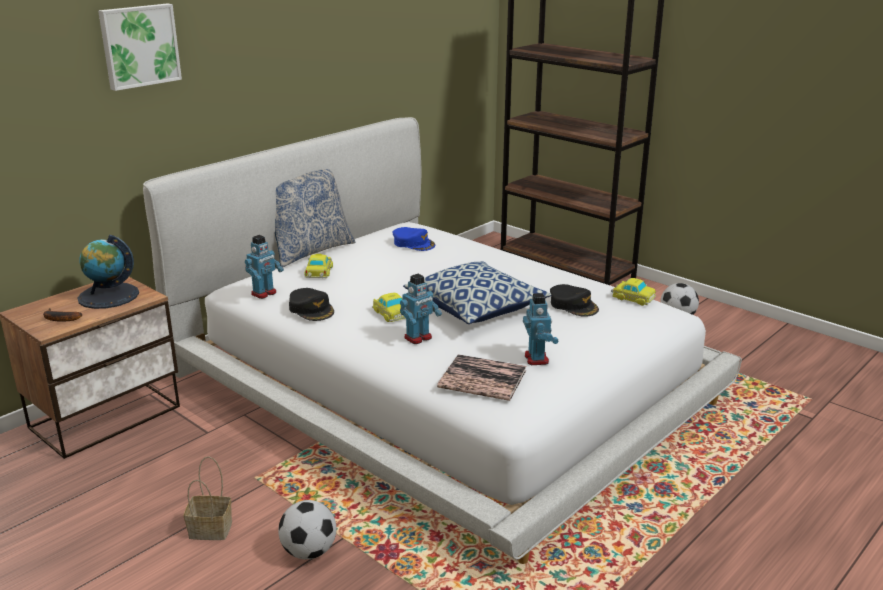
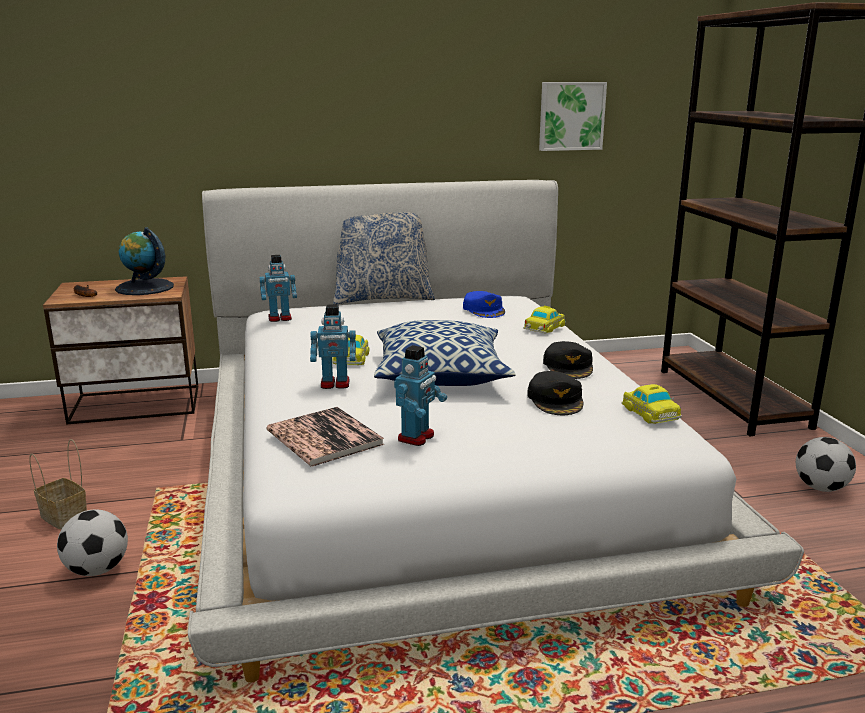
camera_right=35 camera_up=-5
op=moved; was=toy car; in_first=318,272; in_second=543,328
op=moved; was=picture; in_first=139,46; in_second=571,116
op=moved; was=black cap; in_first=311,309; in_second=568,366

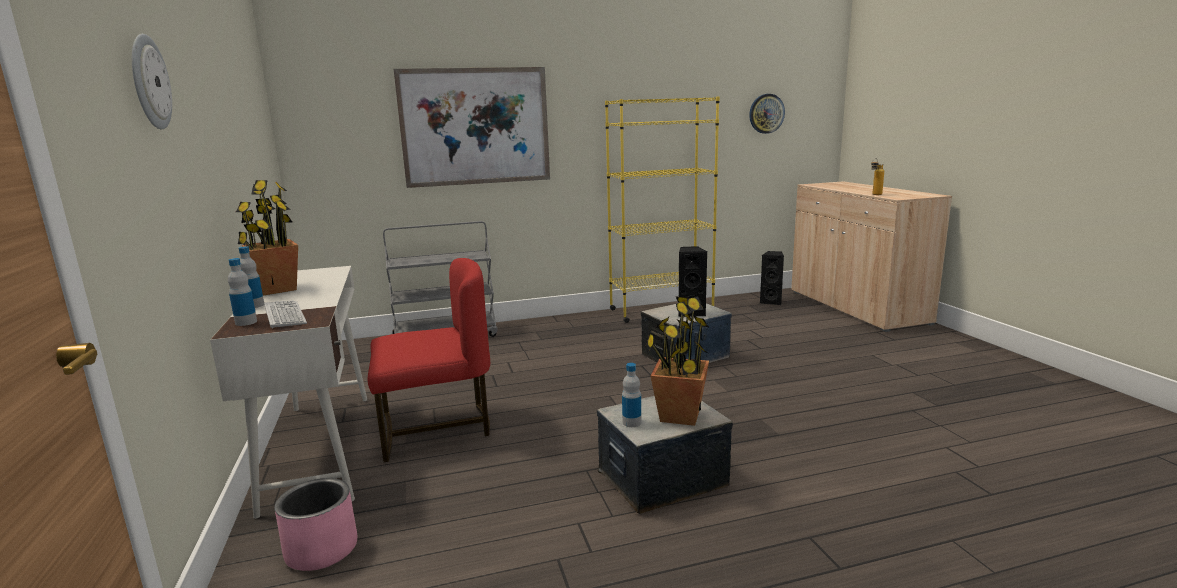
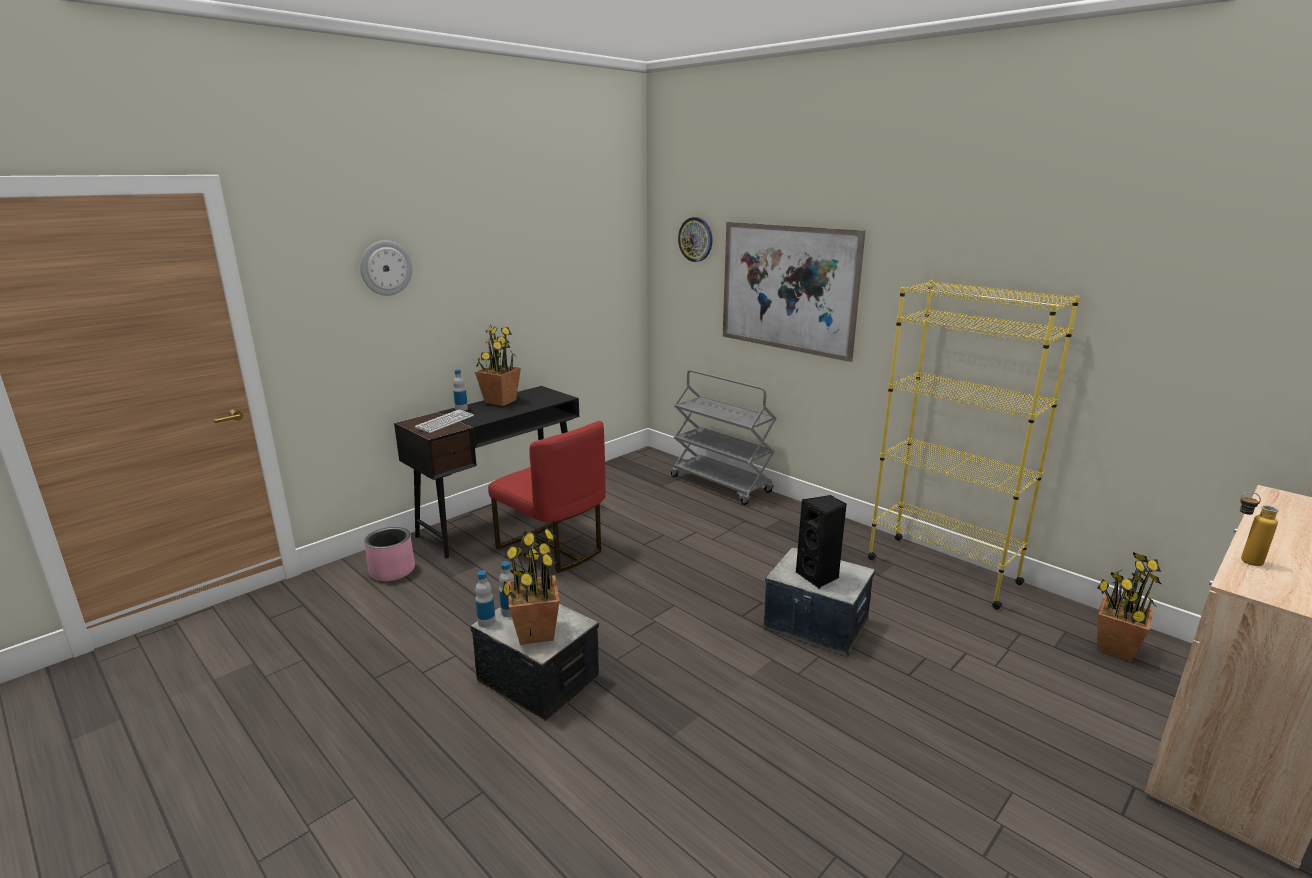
camera_right=60 camera_up=5
op=recoloured; was=white desk; now=black desk; in_first=320,448; in_second=501,519
op=moved; was=bottle; in_first=246,322; in_second=486,622
op=moved; was=wall clock; in_first=766,113; in_second=696,239
op=replaced; was=black speaker; now=potted plant; in_first=771,302; in_second=1115,649

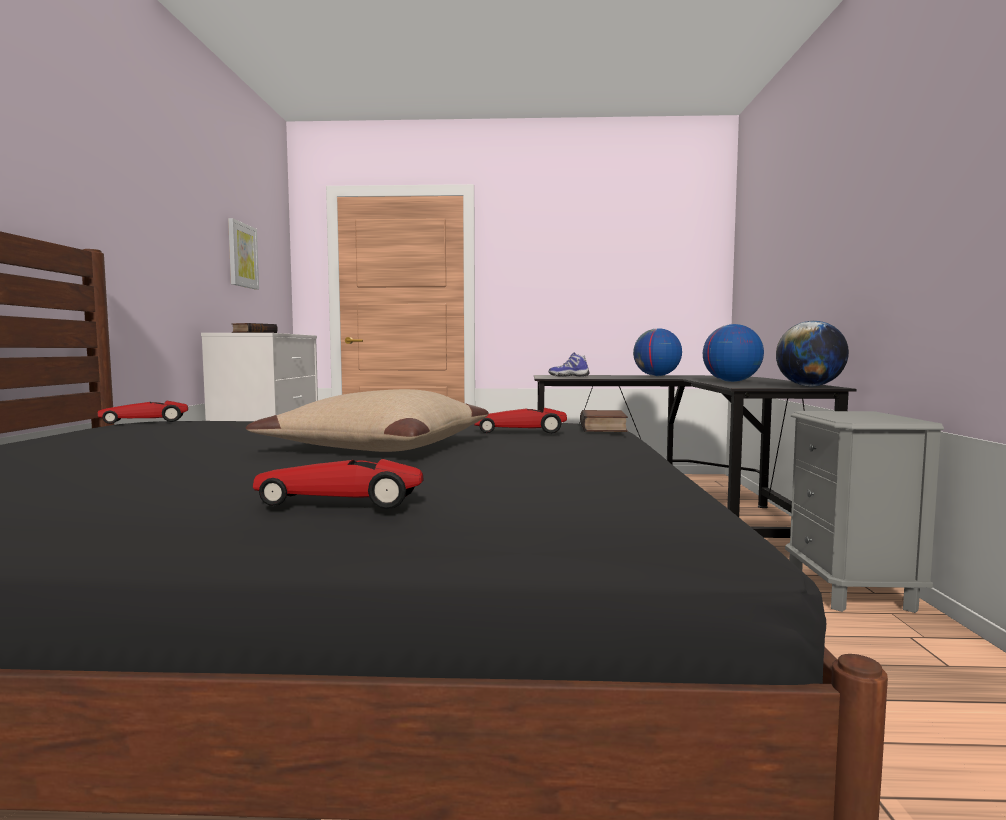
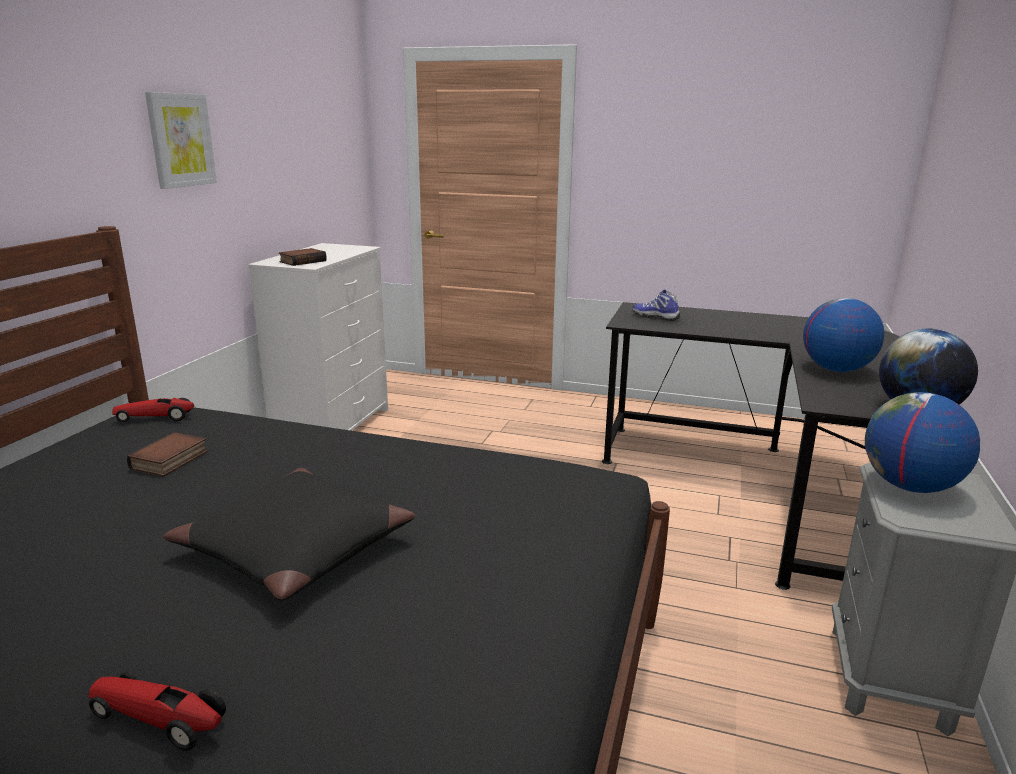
camera_right=15 camera_up=15
op=moved; was=book; in_first=605,428; in_second=170,461
op=moved; was=picture; in_first=242,255; in_second=180,140
op=recoloured; was=beige pillow; now=black pillow; in_first=377,446; in_second=294,549
op=moved; was=globe; in_first=656,376; in_second=909,486
op=removed; was=toy car; in_first=520,432

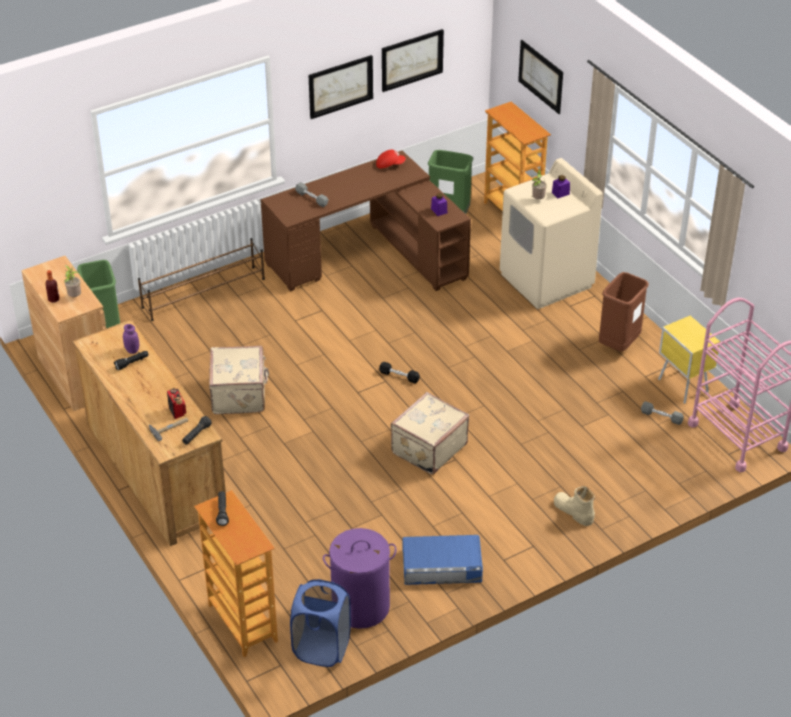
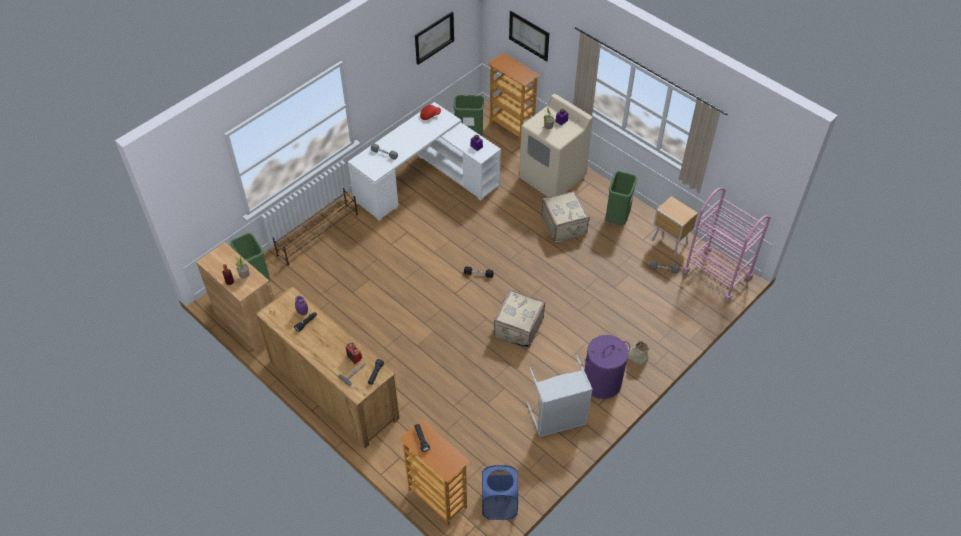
camera_right=-15 camera_up=10
op=recoloured; was=brown desk; now=white desk; in_first=370,256; in_second=425,181
op=replaced; was=blue storage box; now=grey laundry basket; in_first=441,566; in_second=558,419
op=moved; was=beige suitcase; in_first=240,394; in_second=564,225
op=moved; was=purple laundry basket; in_first=360,607; in_second=602,383
op=recoloured; was=brown trash can; now=green trash can; in_first=618,344; in_second=617,218
op=recoloured; was=yellow nightstand; now=brown nightstand; in_first=683,387; in_second=670,243
op=removed; was=picture; in_first=340,86

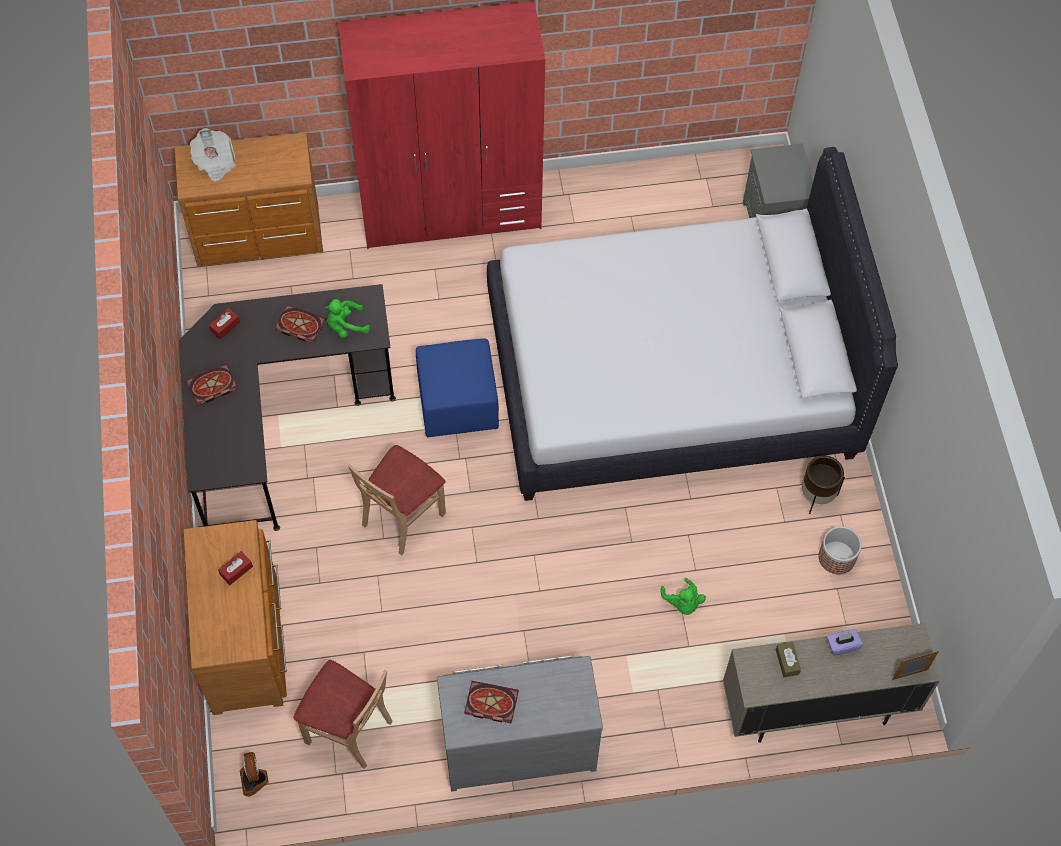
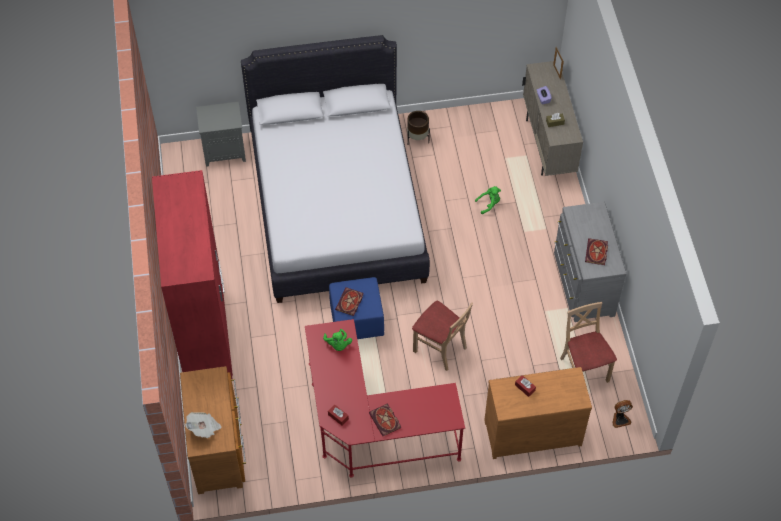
camera_right=-90 camera_up=-5
op=recoloured; was=black desk; now=red desk; in_first=276,420; in_second=370,426
op=moved; was=book; in_first=299,325; in_second=349,303
op=turned; was=beige chair; in_first=349,729; in_second=583,370; clockwise=-45
op=removed; was=planter; in_first=837,558

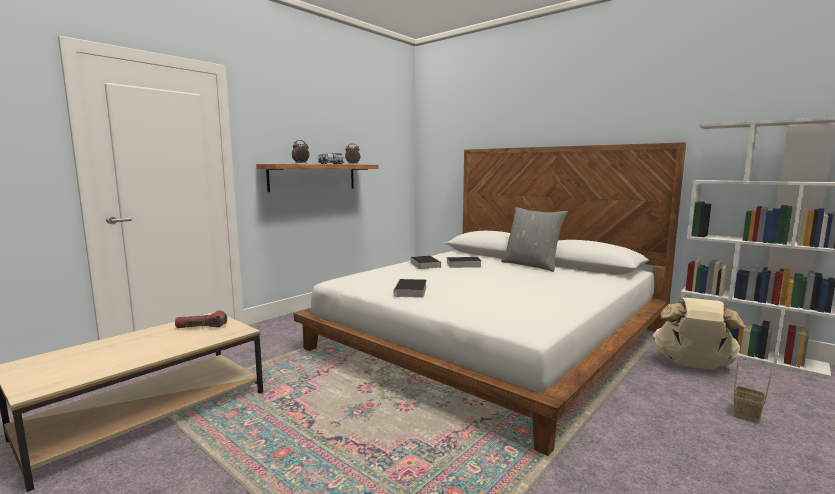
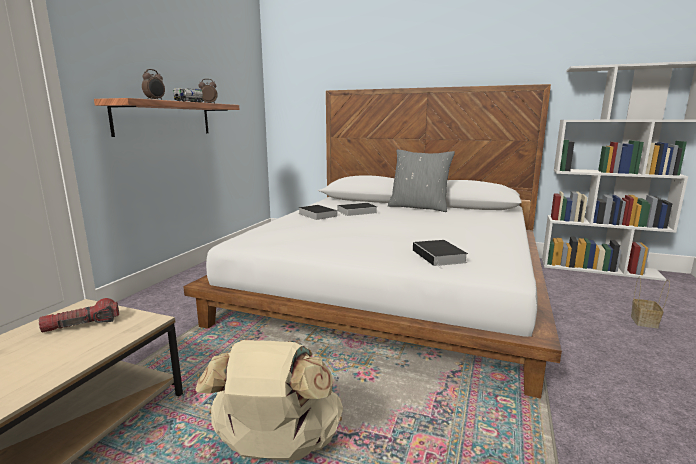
camera_right=-20 camera_up=5
op=moved; was=beige backpack; in_first=692,365; in_second=276,448
op=moved; was=book; in_first=411,291; in_second=440,257

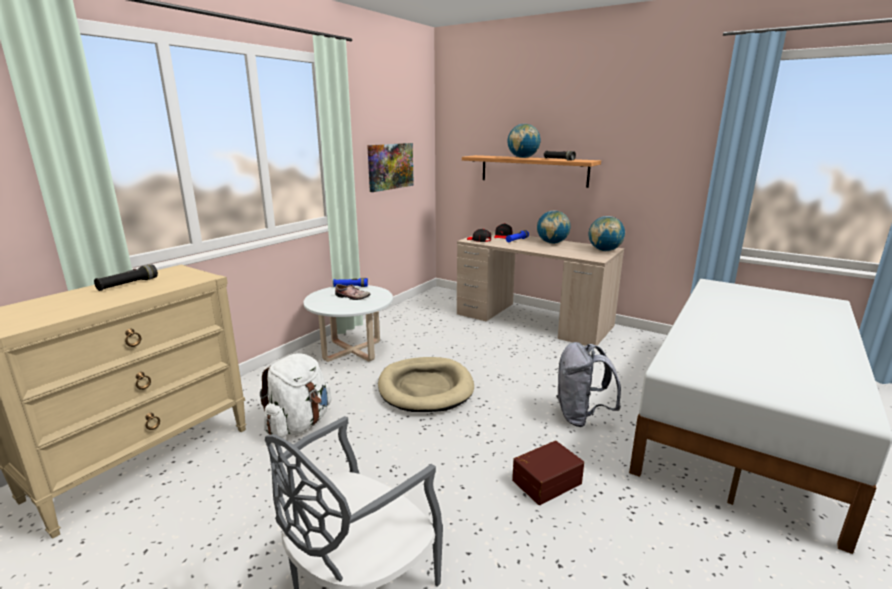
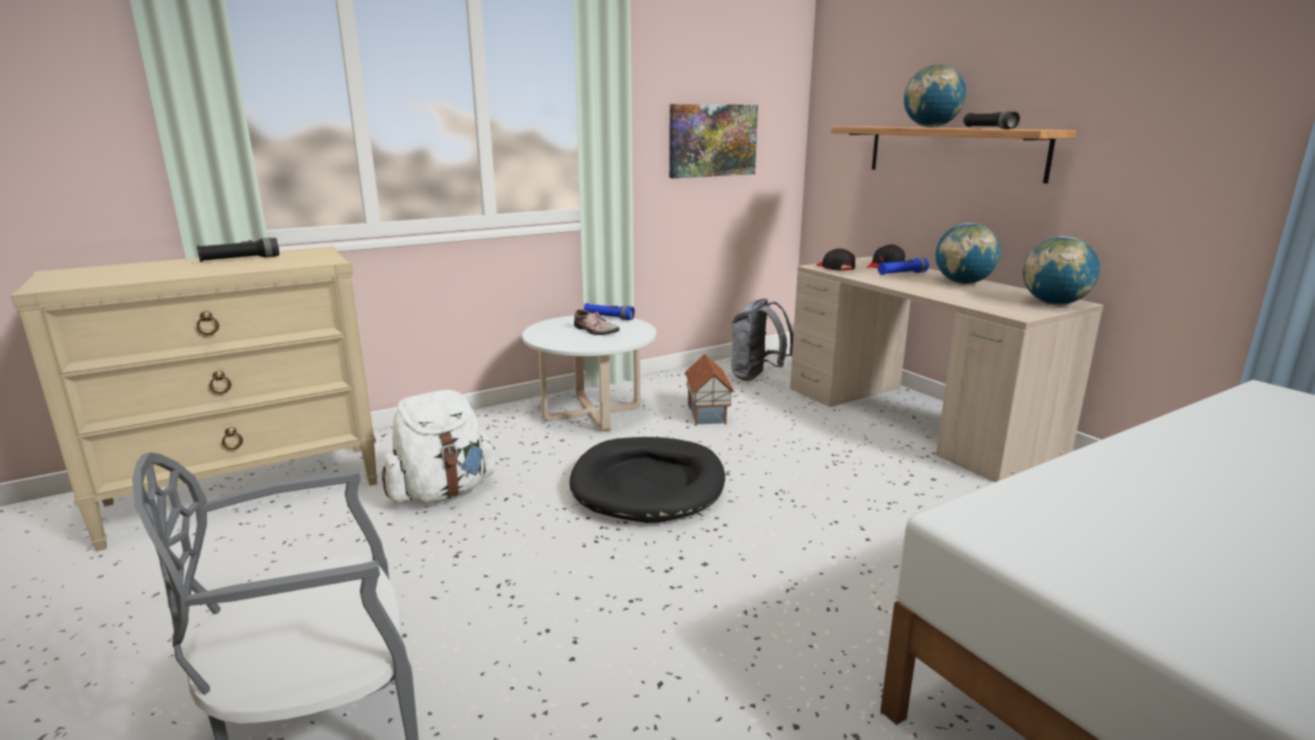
camera_right=25 camera_up=0
op=recoloured; was=beige dog bed; now=black dog bed; in_first=425,388; in_second=648,484
op=added; now=toy house; in_second=708,414
op=moved; was=grey backpack; in_first=581,416; in_second=757,377
op=removed; was=brown storage box; in_first=545,481

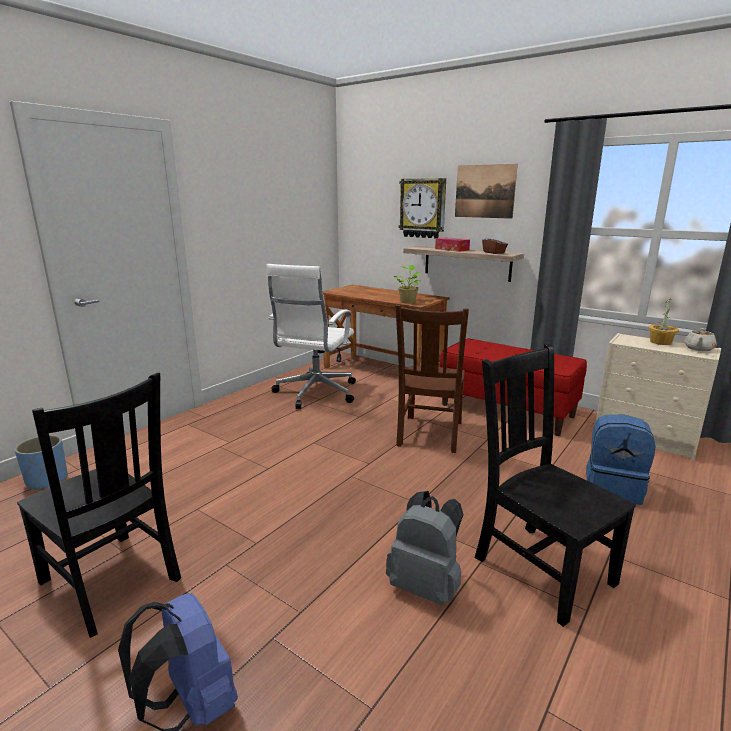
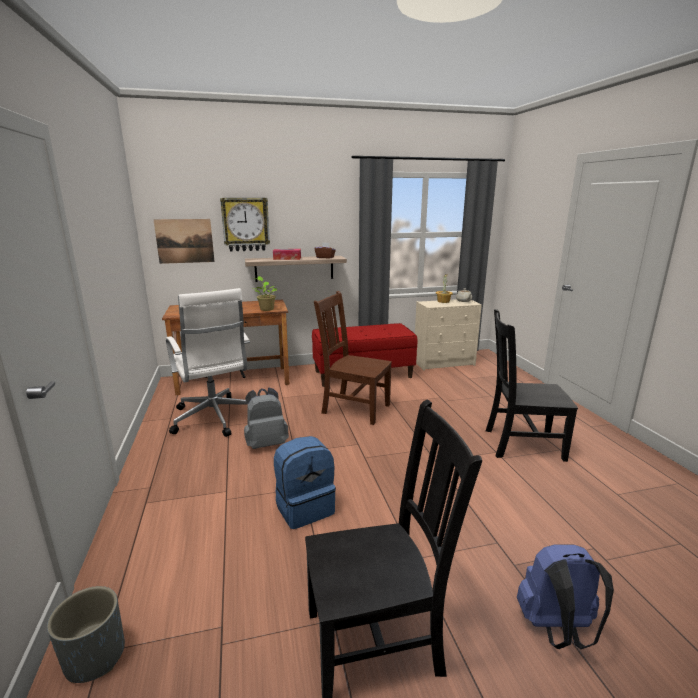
camera_right=-50 camera_up=0
op=recoloured; was=blue planter; now=grey planter; in_first=47,480; in_second=95,656
op=moved; was=picture; in_first=484,191; in_second=185,241
op=moved; was=grey backpack; in_first=426,586; in_second=266,443
op=moved; was=blue backpack; in_first=613,488; in_second=304,507
op=turned; was=brown chair; in_first=429,435; in_second=354,408; clockwise=150

